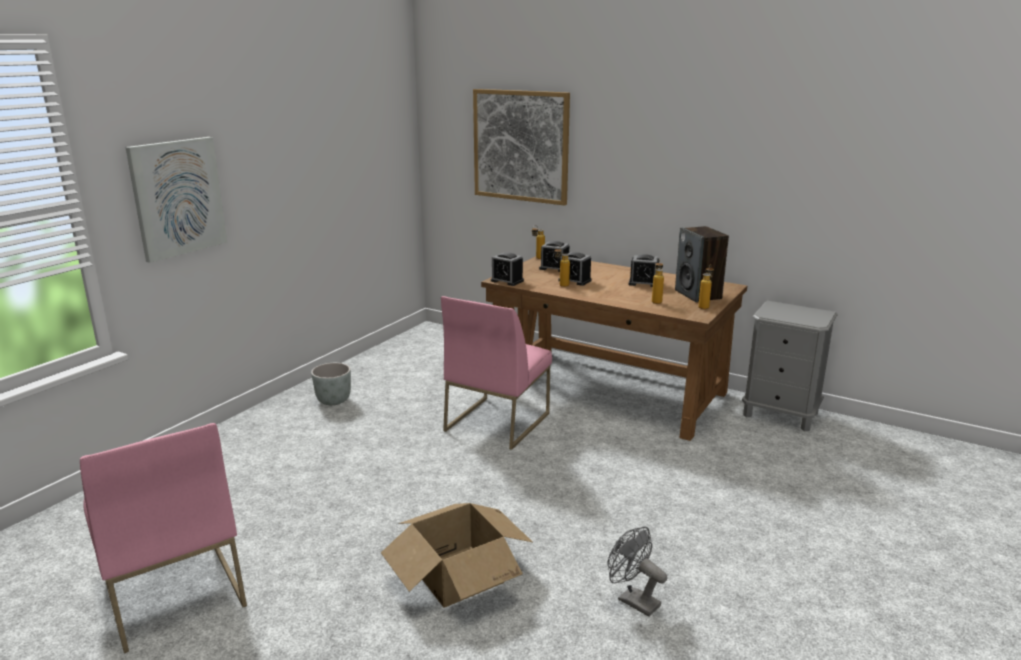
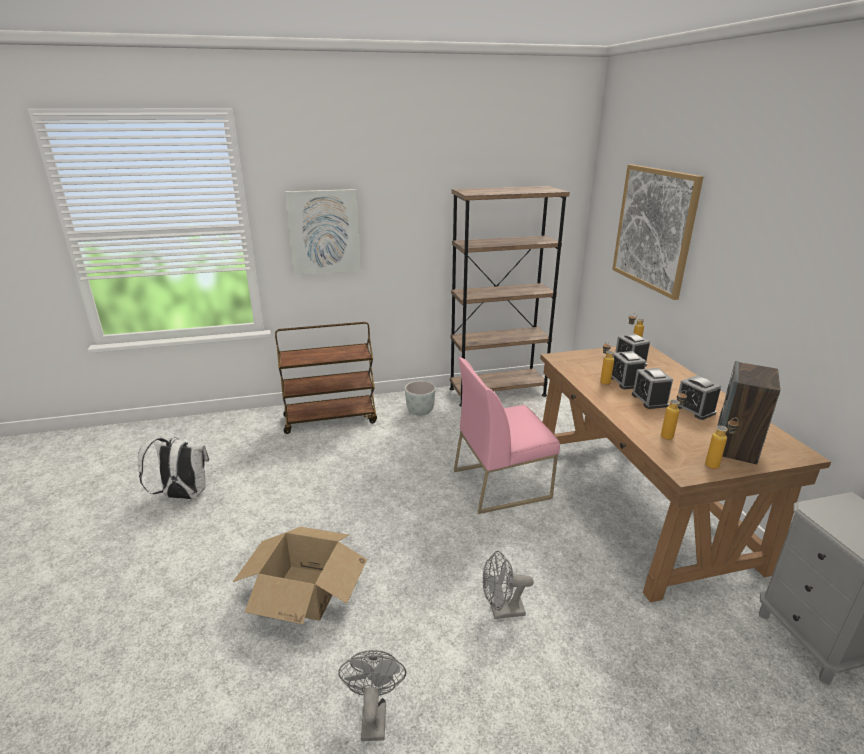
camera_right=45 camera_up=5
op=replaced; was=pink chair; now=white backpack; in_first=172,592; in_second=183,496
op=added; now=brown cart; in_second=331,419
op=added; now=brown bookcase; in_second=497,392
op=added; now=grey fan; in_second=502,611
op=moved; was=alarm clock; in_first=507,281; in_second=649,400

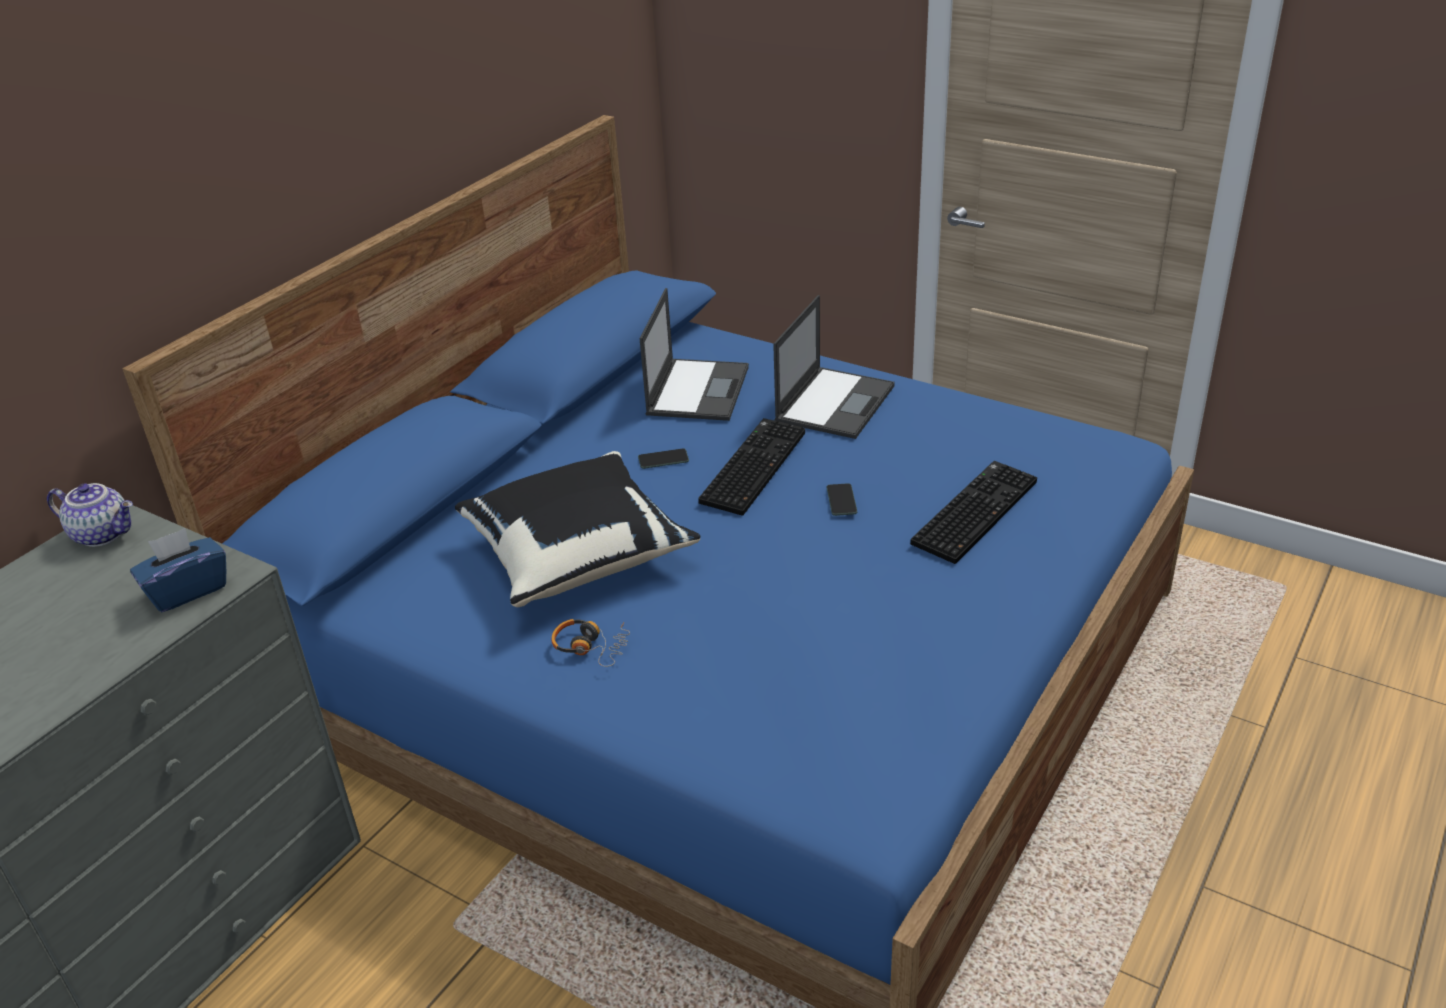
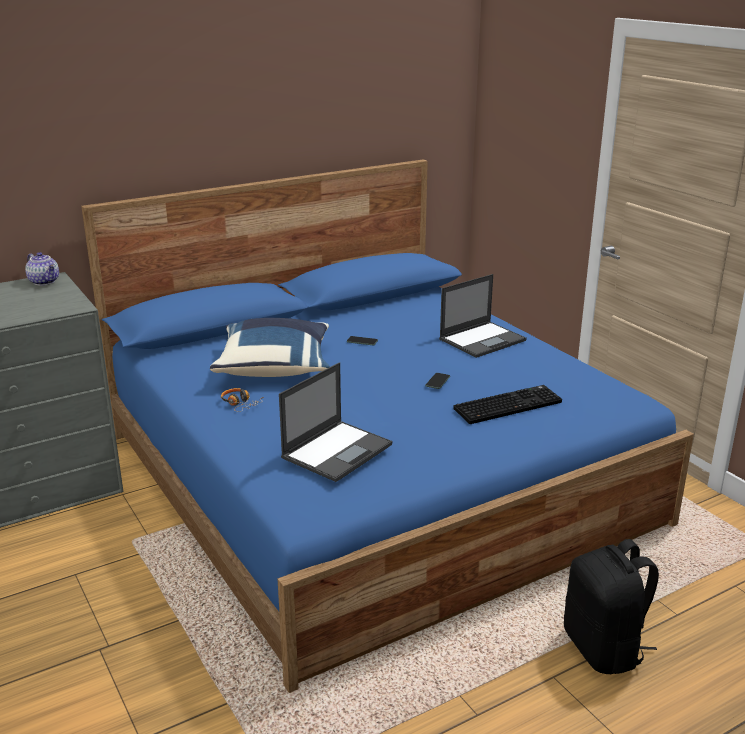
camera_right=25 camera_up=-10
op=recoloured; was=black pillow; now=blue pillow; in_first=577,555; in_second=275,367
op=moved; was=laptop; in_first=698,390; in_second=337,450
op=added; now=black backpack; in_second=604,649
op=removed; was=blue tissue box; in_first=187,590
op=removed; was=keyboard; in_first=752,466

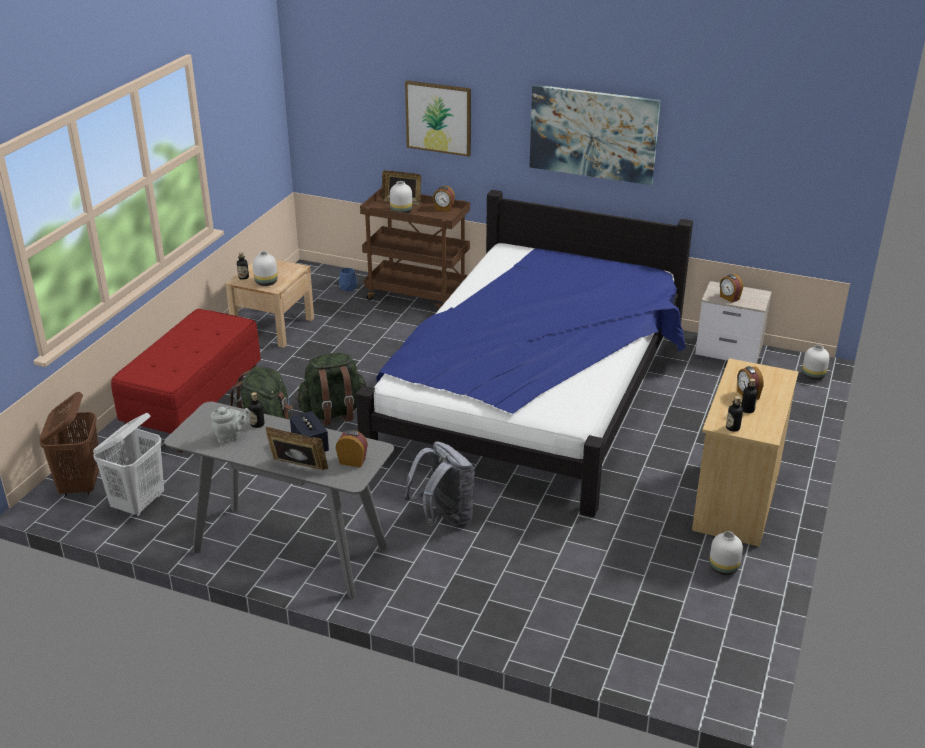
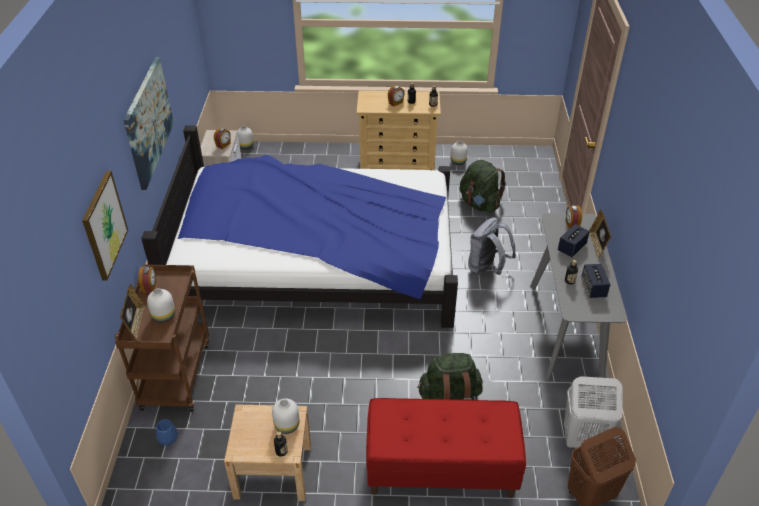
camera_right=-110 camera_up=10
op=moved; was=green backpack; in_first=334,413; in_second=479,204
op=replaced; was=grey teapot; now=speaker; in_first=231,437; in_second=593,288

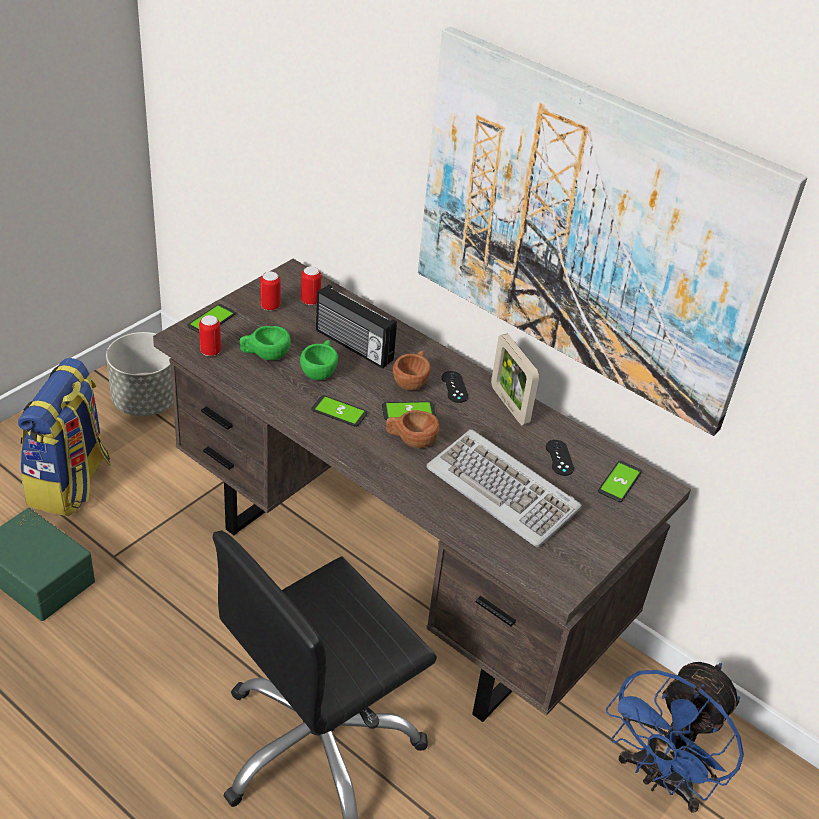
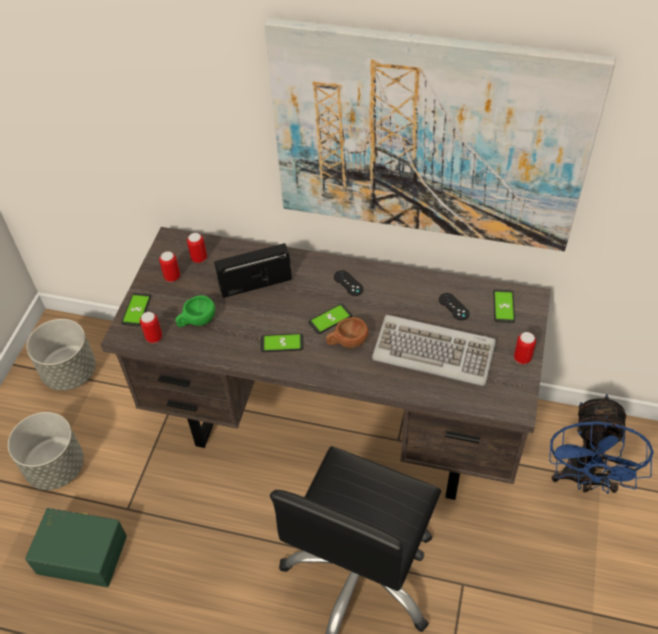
camera_right=-20 camera_up=10
op=replaced; was=backpack; now=grey planter; in_first=70,484; in_second=56,467
op=turned; was=radio; in_first=353,346; in_second=255,283; clockwise=150
op=added; now=can; in_second=522,358
op=removed; was=green cup; in_first=320,371
op=removed; was=brown cup; in_first=412,381
op=removed; was=picture frame; in_first=509,405

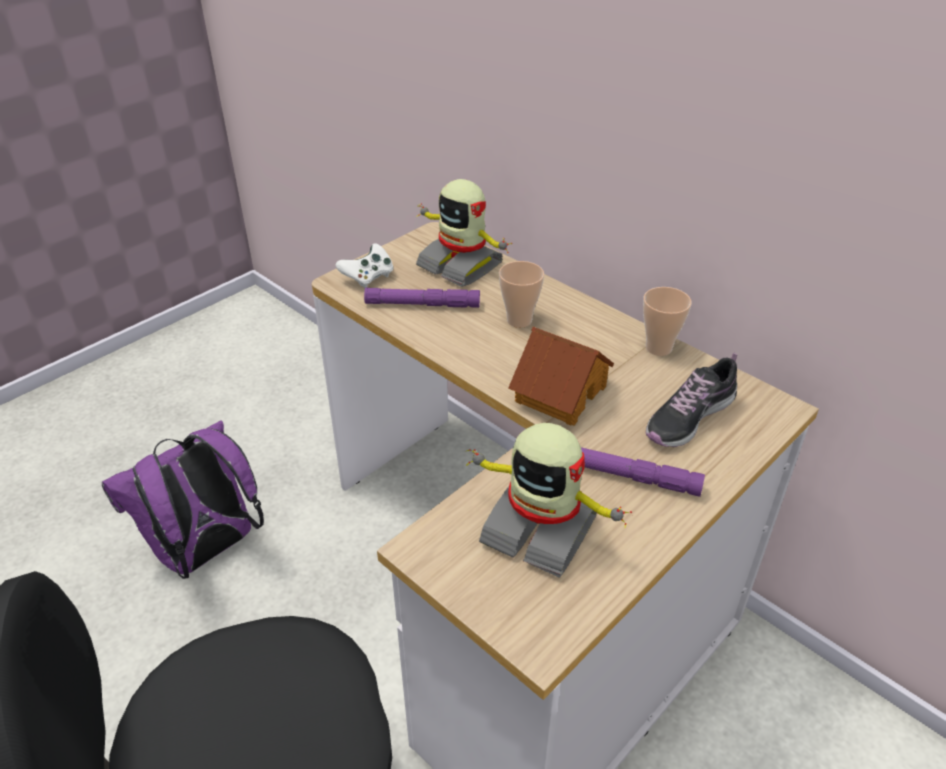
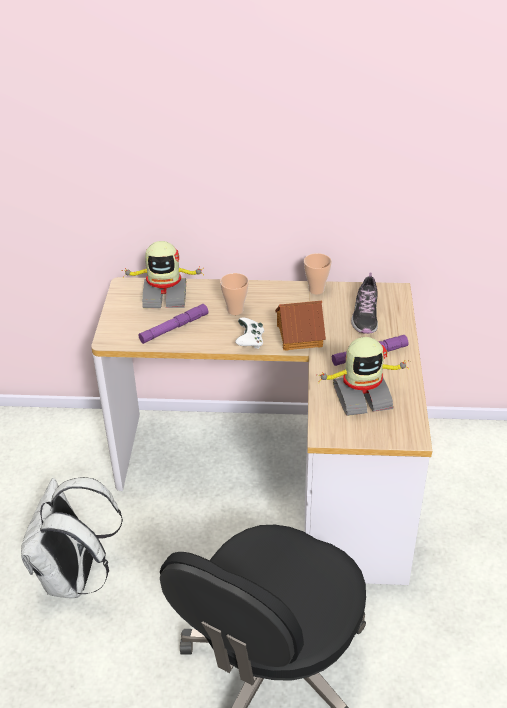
camera_right=-40 camera_up=0
op=recoloured; was=purple backpack; now=white backpack; in_first=206,552; in_second=75,578
op=moved; was=white game controller; in_first=368,277; in_second=250,341

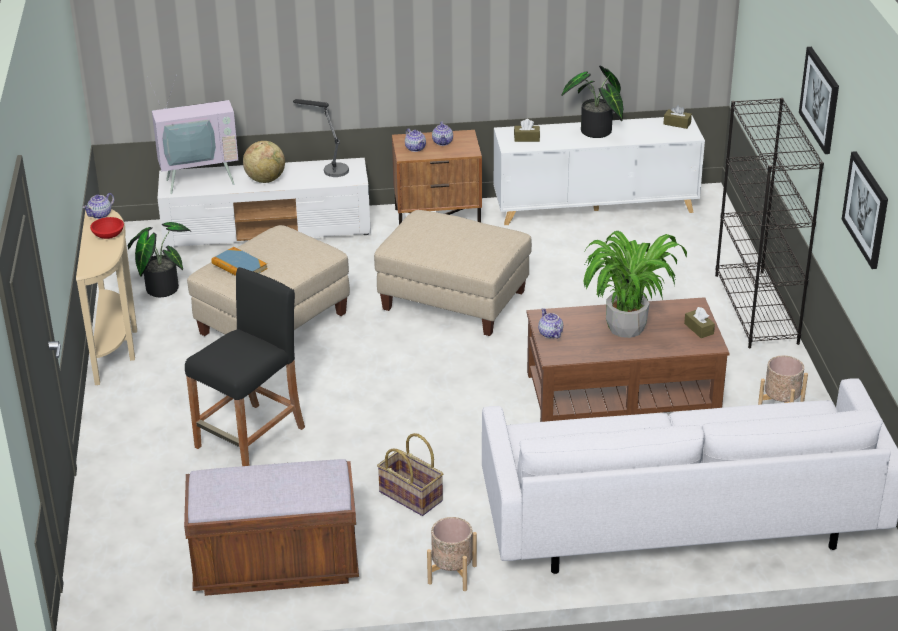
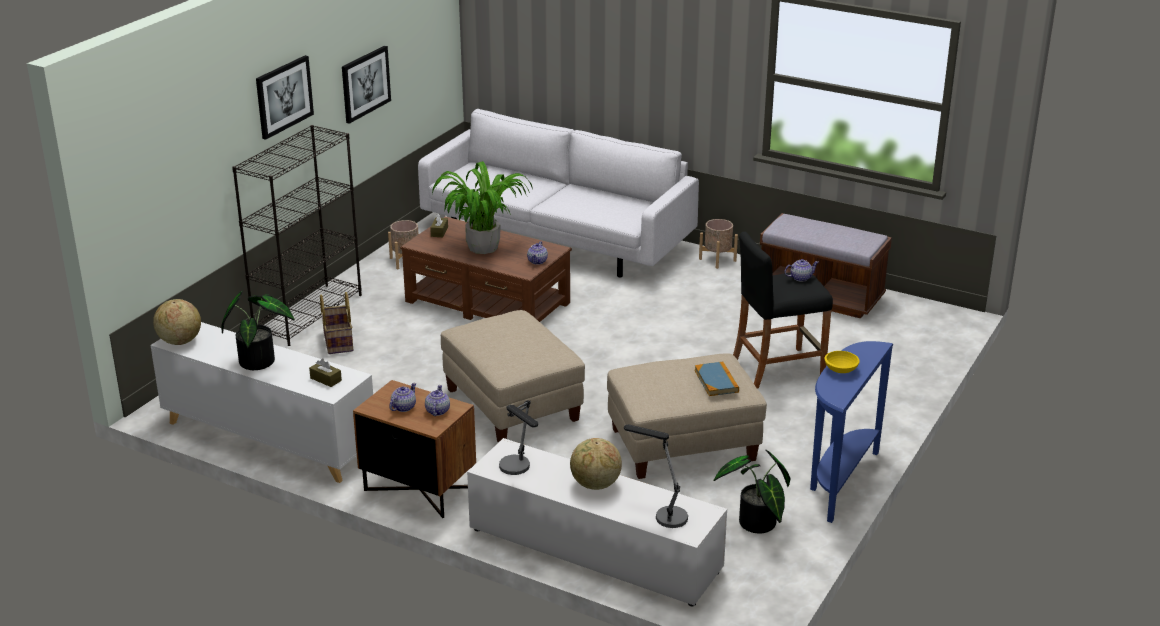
camera_right=-145 camera_up=-5
op=replaced; was=brown tissue box; now=globe; in_first=677,123; in_second=180,341
op=moved; was=basket; in_first=411,496; in_second=337,341
op=replaced; was=television; now=table lamp; in_first=199,179; in_second=663,514
op=moved; was=teapot; in_first=100,214; in_second=800,278
op=recoloured; was=beige console table; now=blue console table; in_first=116,345; in_second=838,481
op=recoloured; was=red bowl; now=yellow bowl; in_first=108,235; in_second=840,370

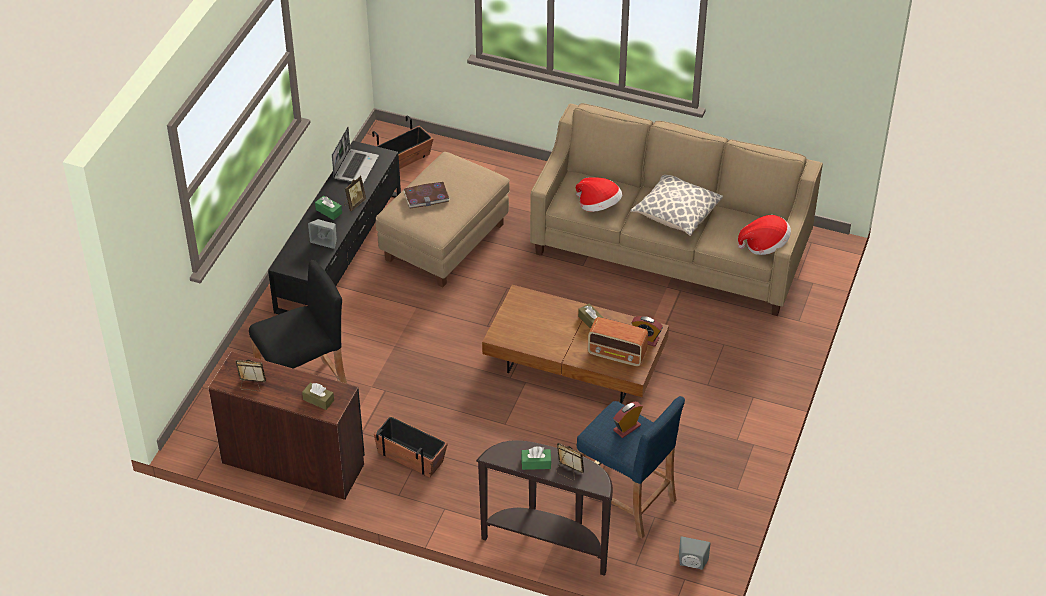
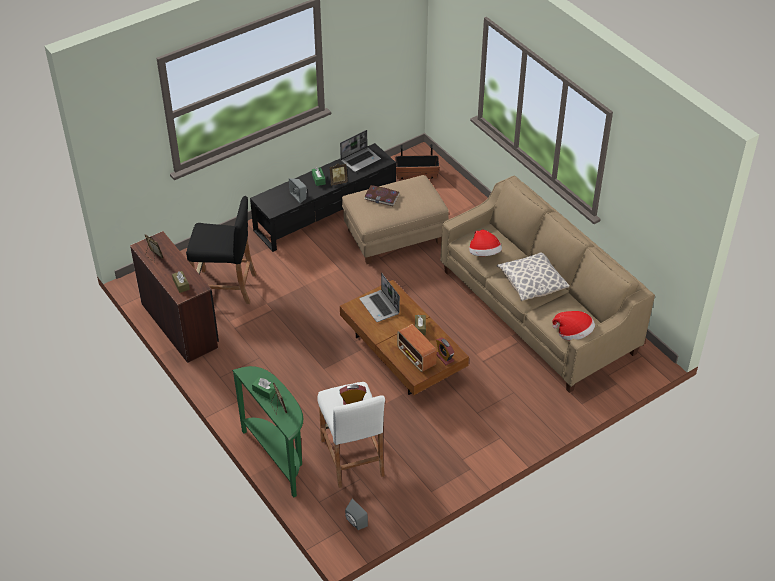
camera_right=35 camera_up=0
op=recoloured; was=brown console table; now=green console table; in_first=548,544; in_second=278,457
op=recoloured; was=blue stool; now=white stool; in_first=626,500; in_second=352,457
op=added; now=laptop; in_second=380,307
op=removed; was=planter; in_first=411,456

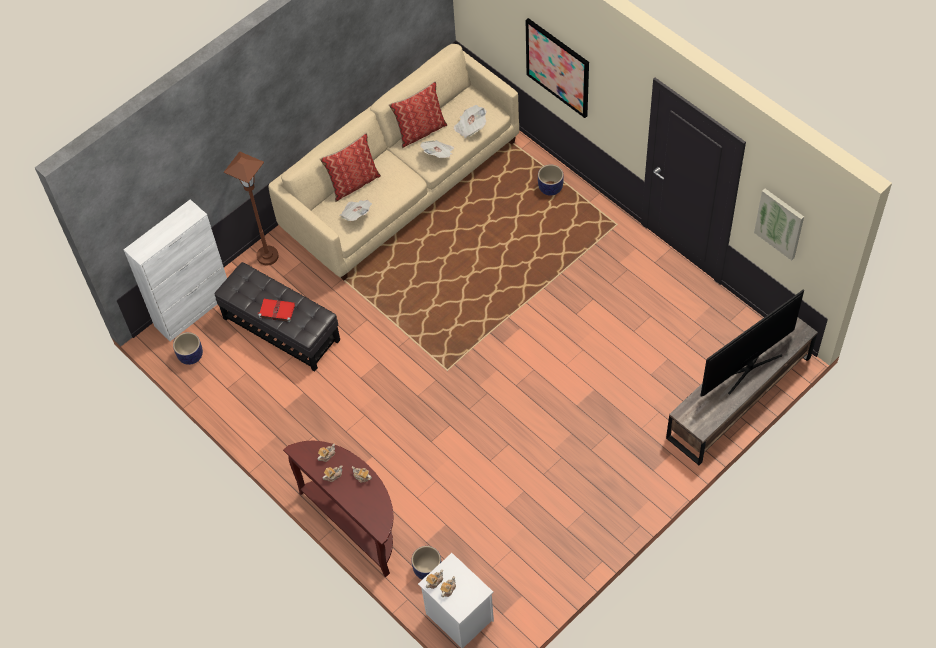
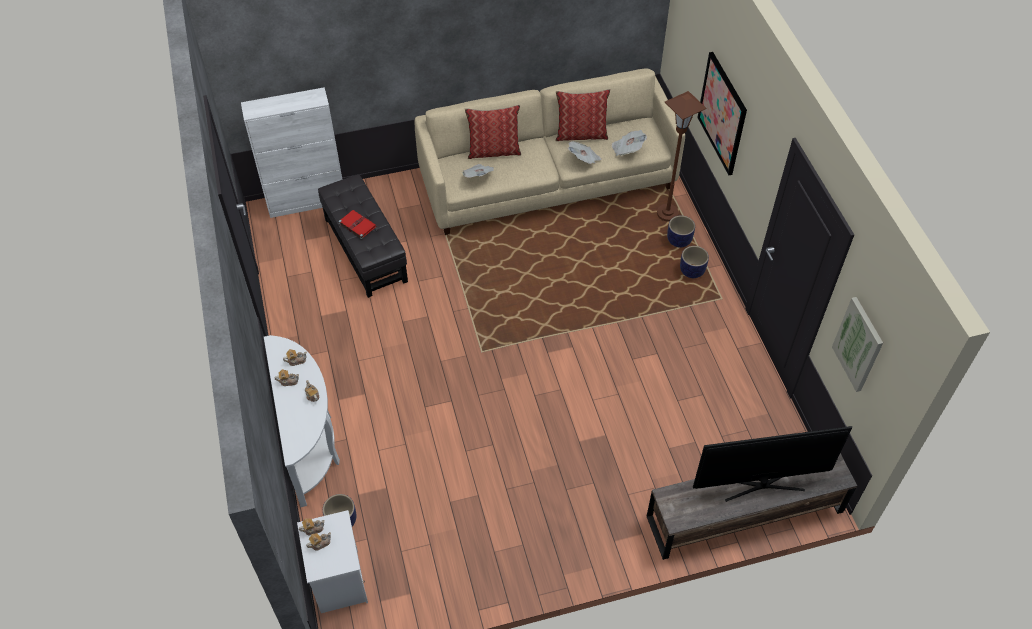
camera_right=25 camera_up=-5
op=recoloured; was=brown console table; now=white console table; in_first=356,522; in_second=310,444
op=moved; was=brown floor lamp; in_first=267,256; in_second=667,214
op=moved; was=planter; in_first=191,355; in_second=692,270

